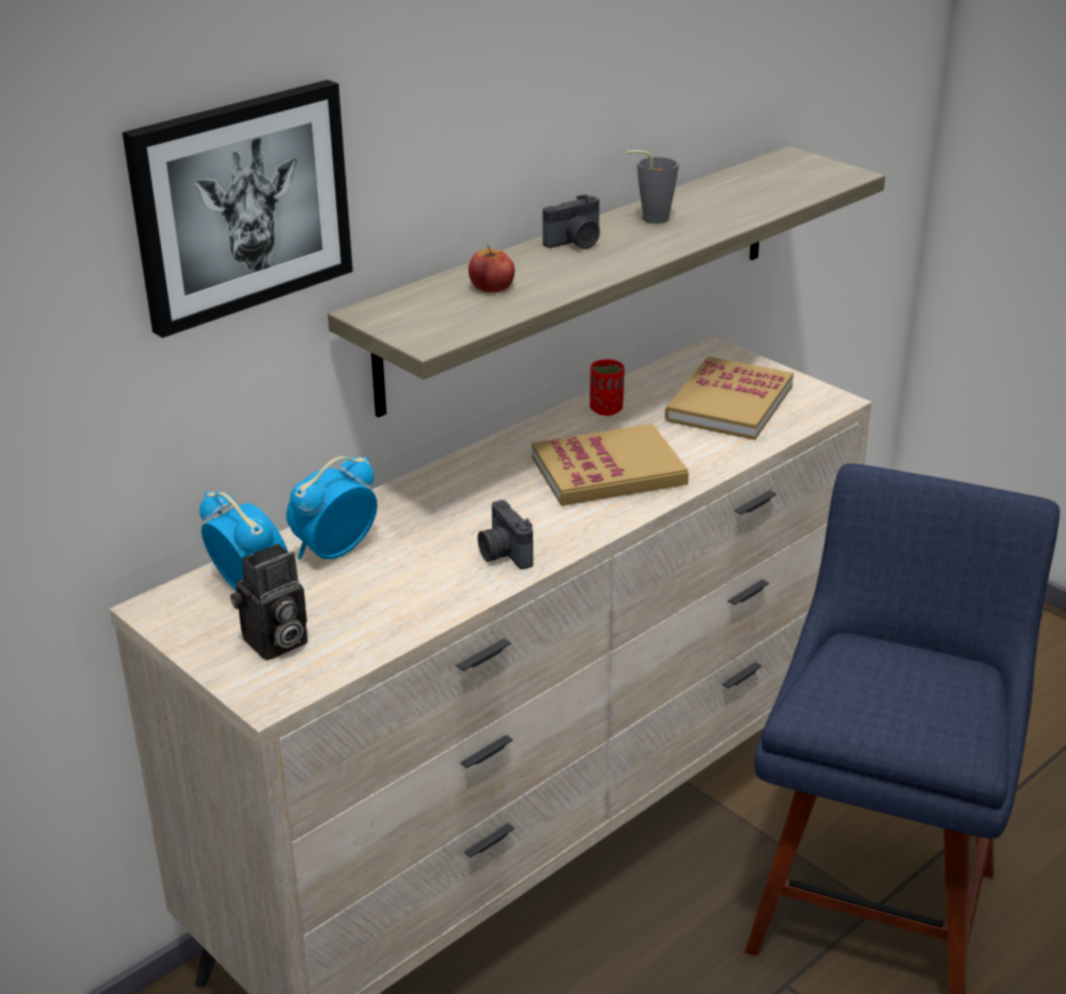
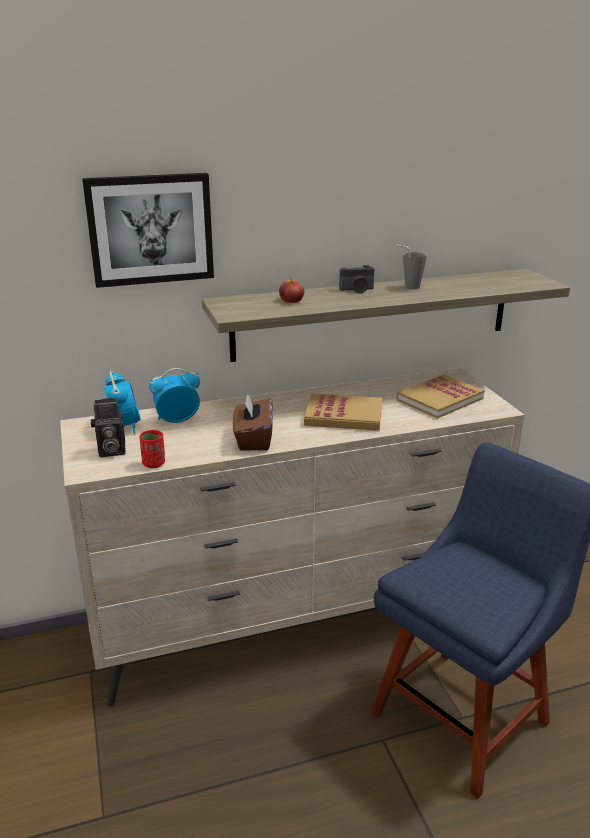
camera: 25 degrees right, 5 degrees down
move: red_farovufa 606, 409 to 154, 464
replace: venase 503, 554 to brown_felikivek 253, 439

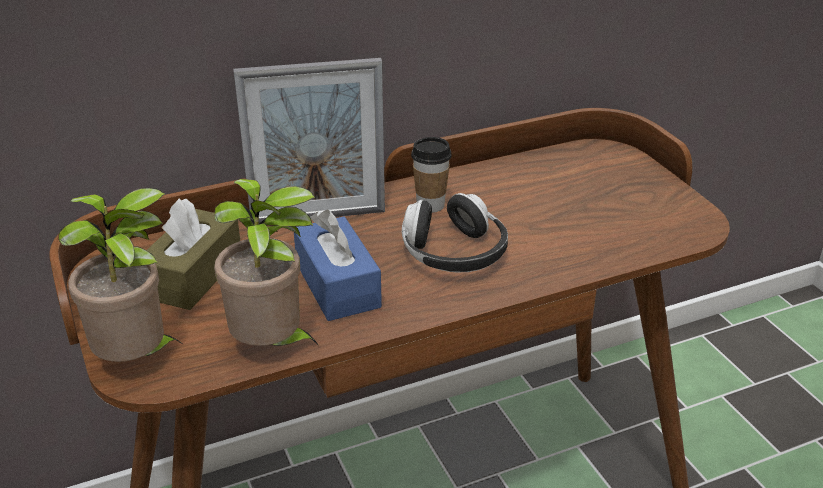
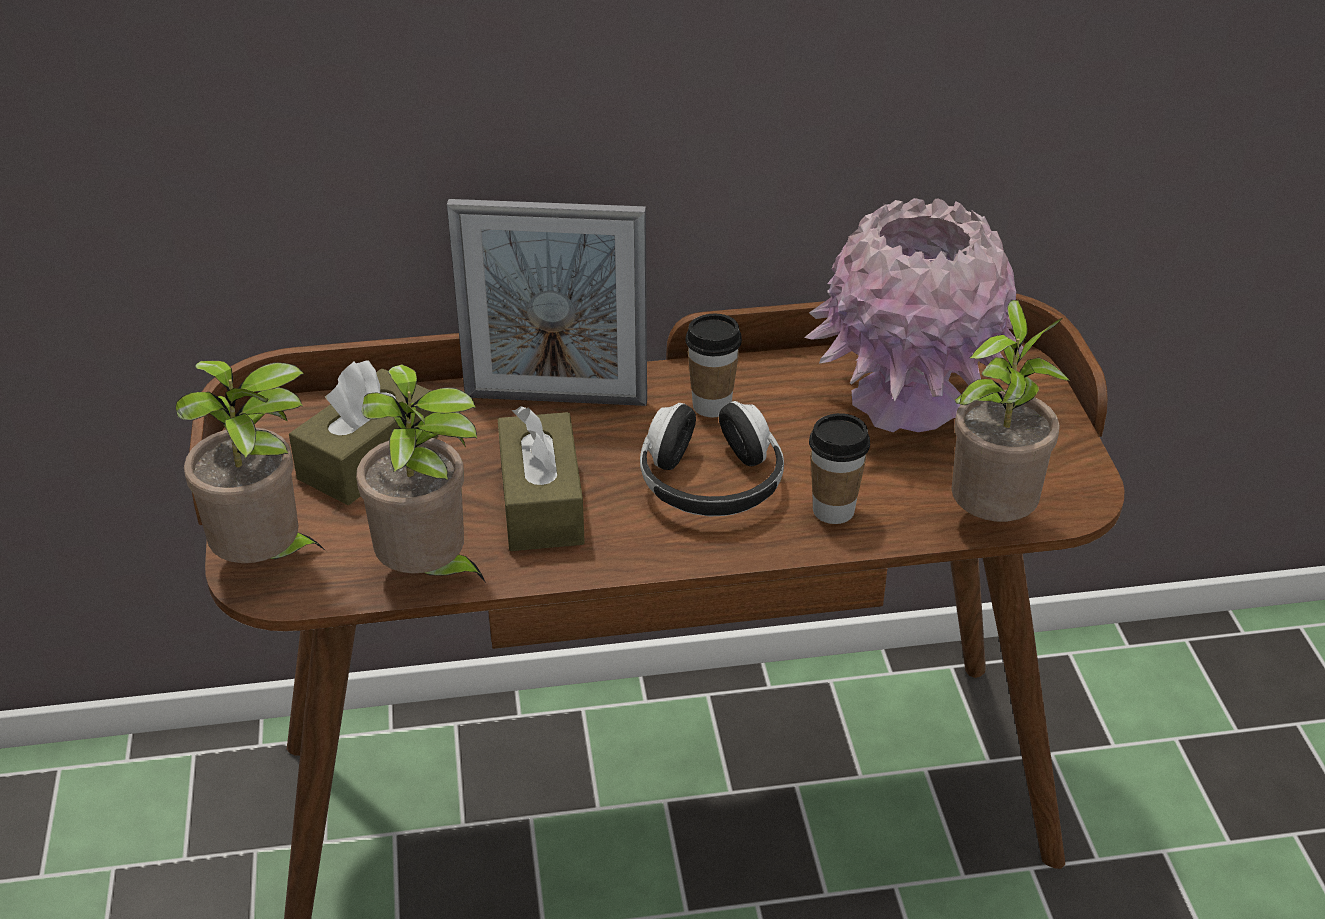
camera: 15 degrees right, 5 degrees up
insert: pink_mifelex 908, 402; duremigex 990, 518; farovufa 833, 510
recolor: blue_felikivek 337, 285 to brown_felikivek 541, 503

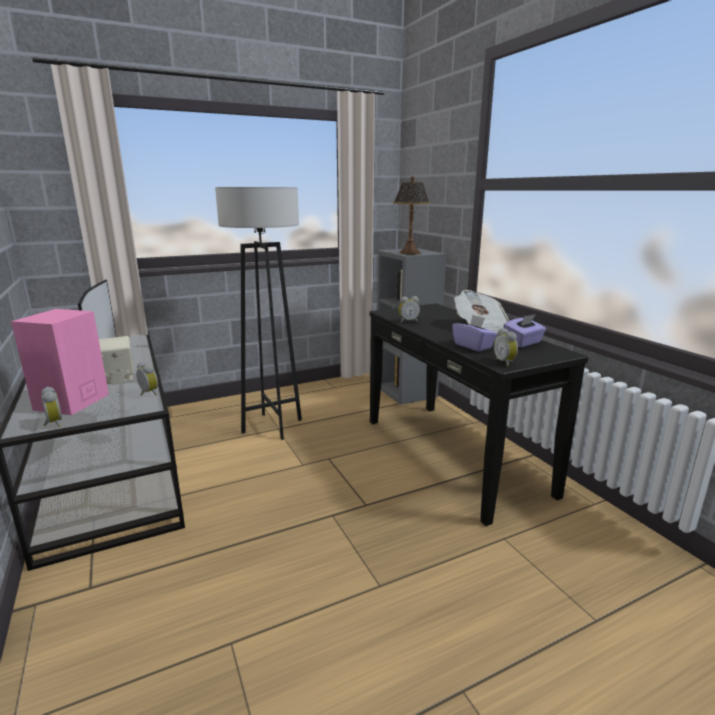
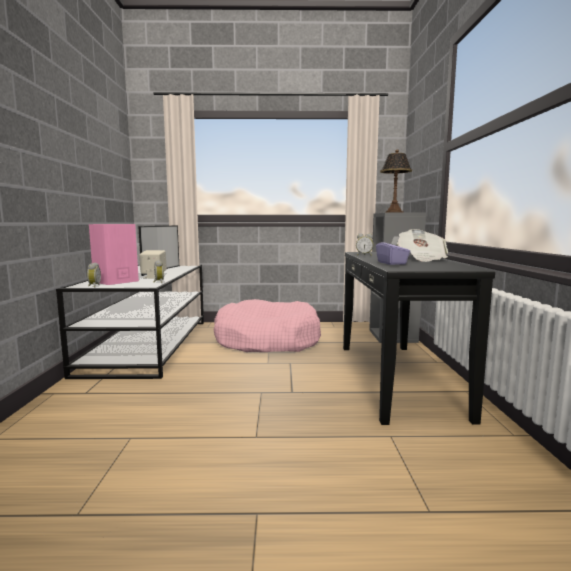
camera: 25 degrees right, 10 degrees down
delete: purple_felikivek 523, 343; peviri 505, 362
replace: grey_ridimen 272, 426 to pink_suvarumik 267, 340

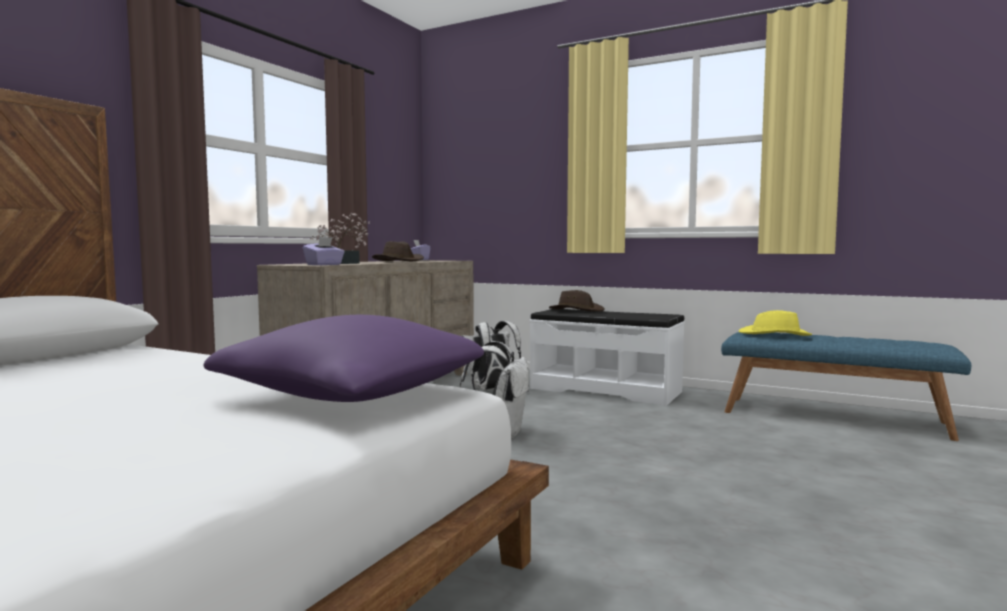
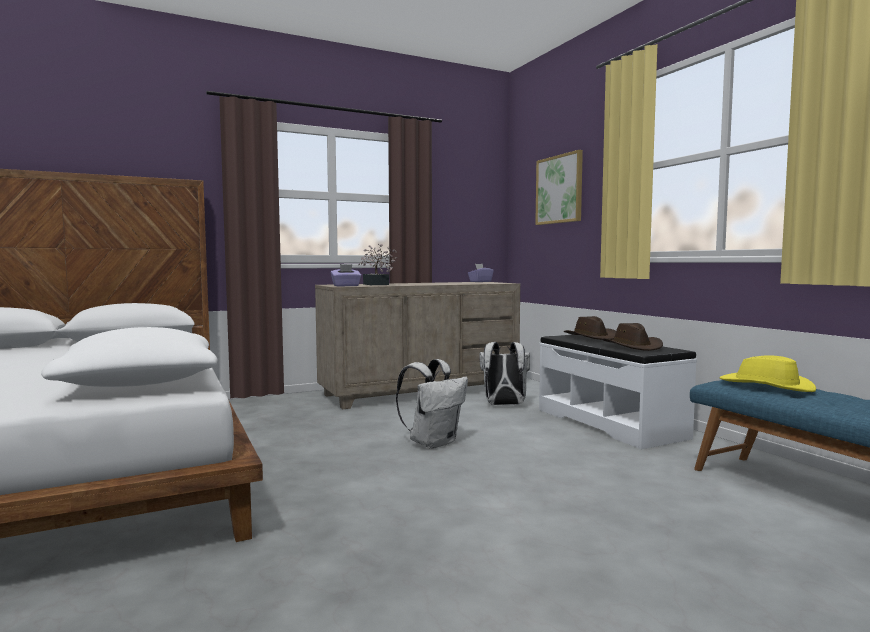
camera: 35 degrees right, 0 degrees up
insert: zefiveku 559, 189
move: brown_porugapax 399, 261 to 632, 347
recolor: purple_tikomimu 352, 394 to white_tikomimu 140, 382

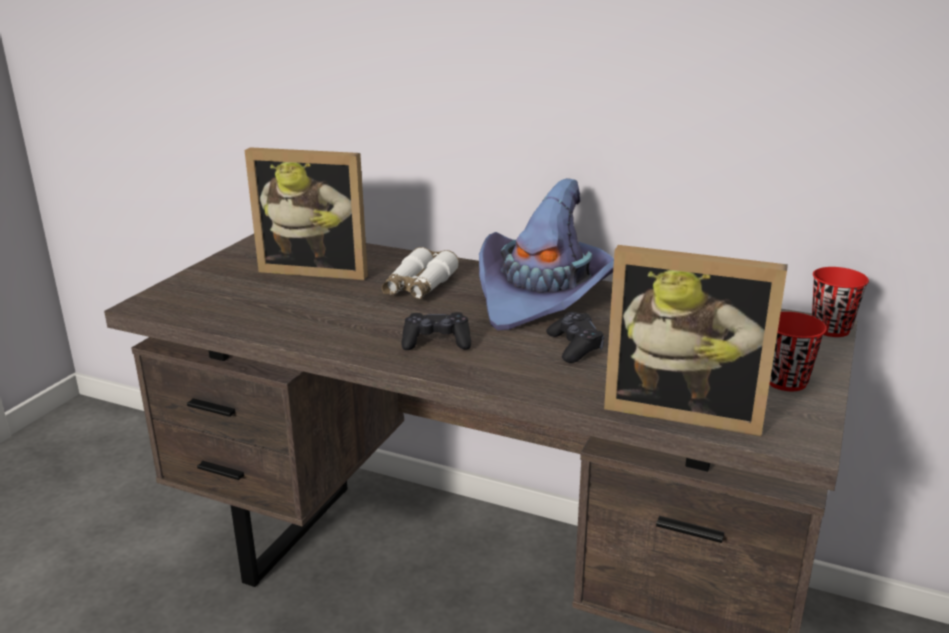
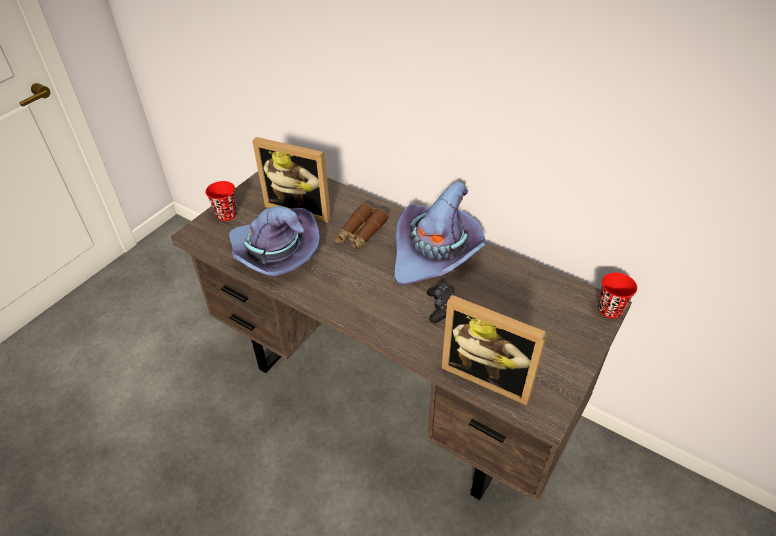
camera: 10 degrees right, 20 degrees up
delete: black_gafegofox 436, 342
insert: purple_porugapax 274, 254
move: red_farovufa 785, 381 to 226, 214
recolor: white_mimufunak 419, 286 to brown_mimufunak 360, 233

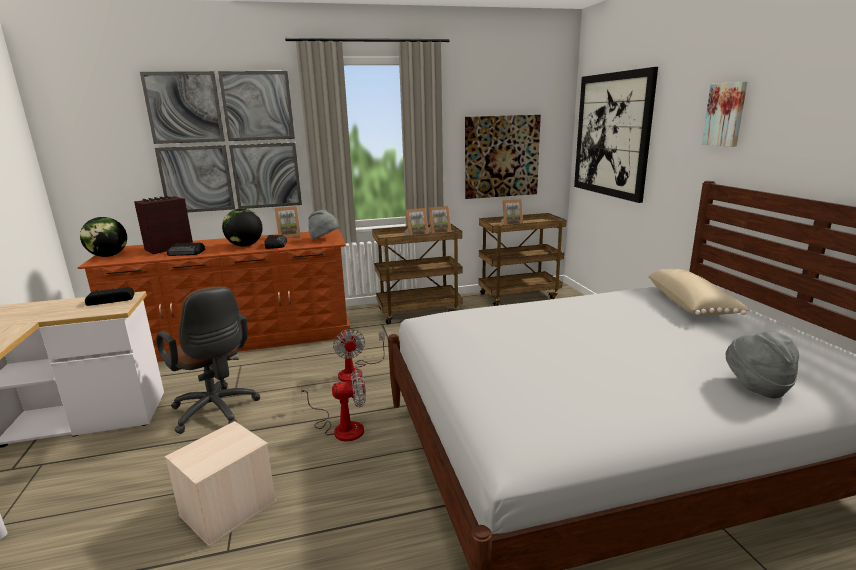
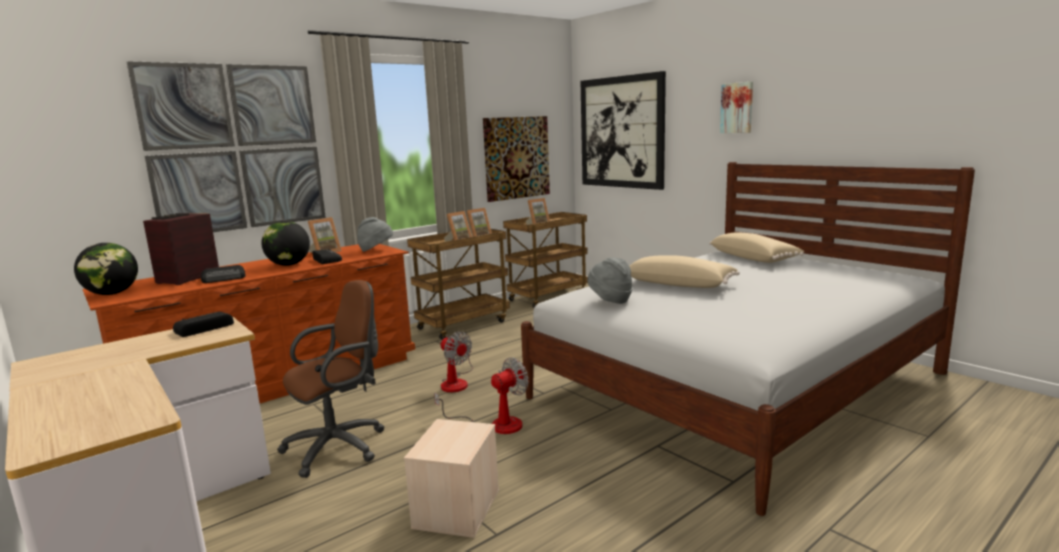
camera: 25 degrees left, 5 degrees down
insert: beige_tikomimu 680, 284
move: grey_porugapax 756, 387 to 610, 300
rotate: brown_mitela 217, 412 = 340, 446 60 degrees counterclockwise

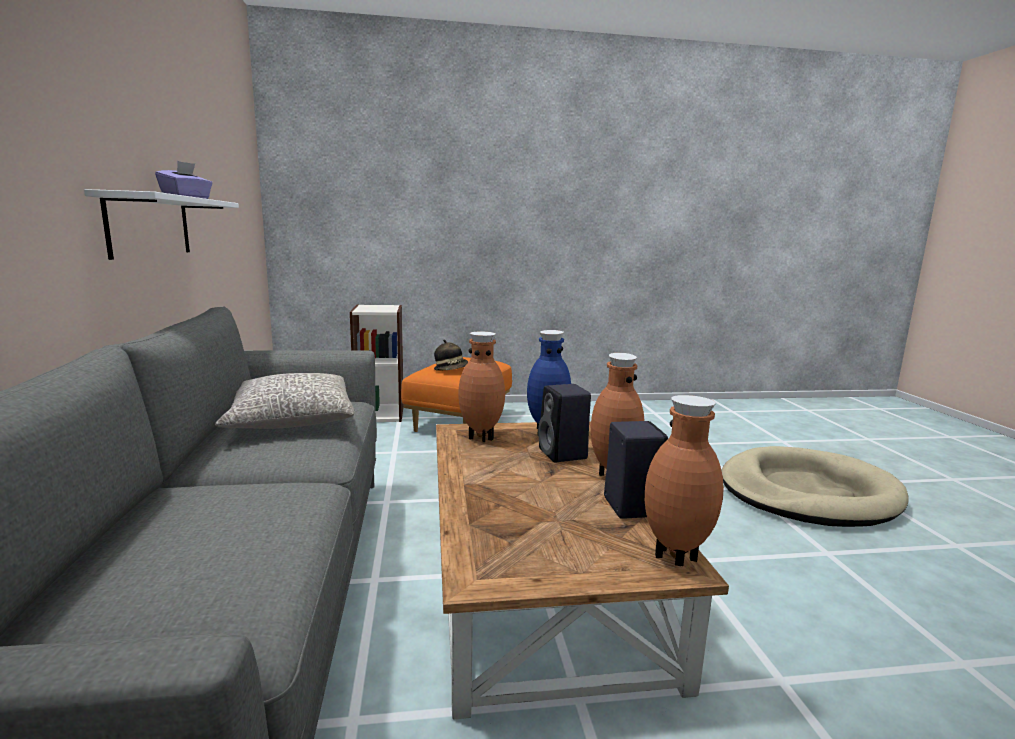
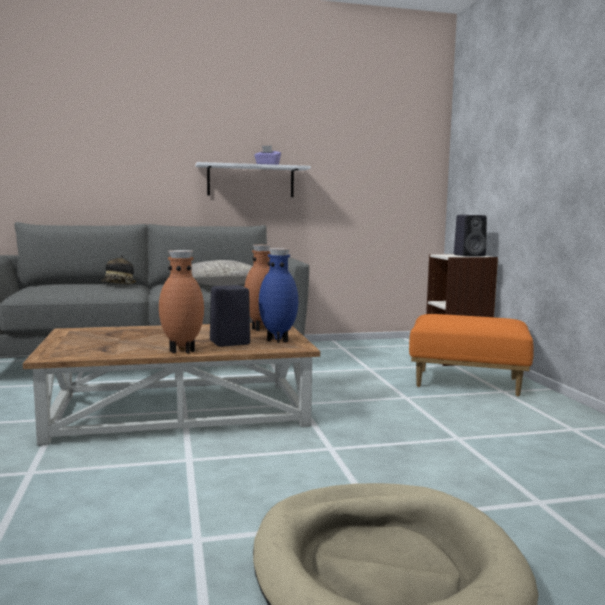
camera: 85 degrees right, 5 degrees down
delete: brown_mifelex 675, 558
move: porugapax 451, 370 to 118, 285; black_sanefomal 631, 505 to 470, 255

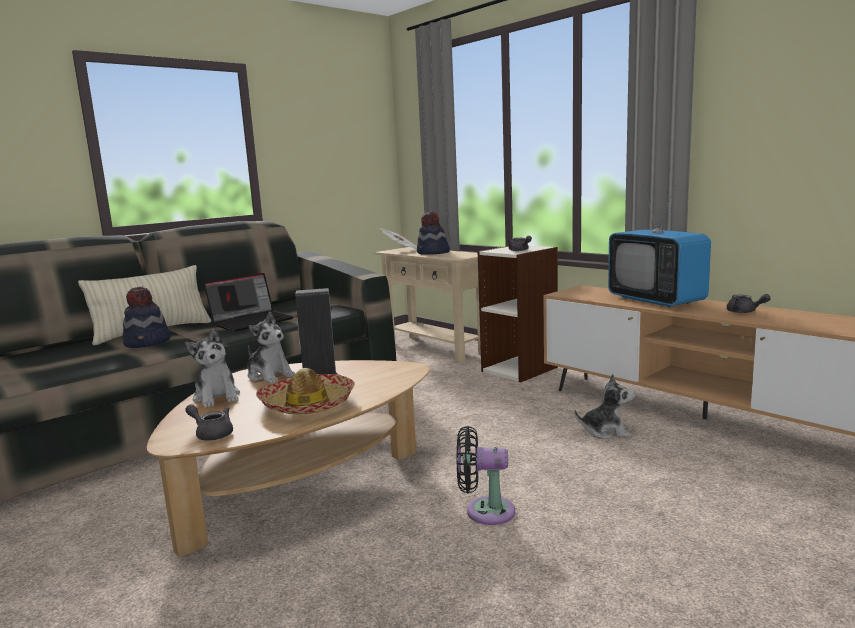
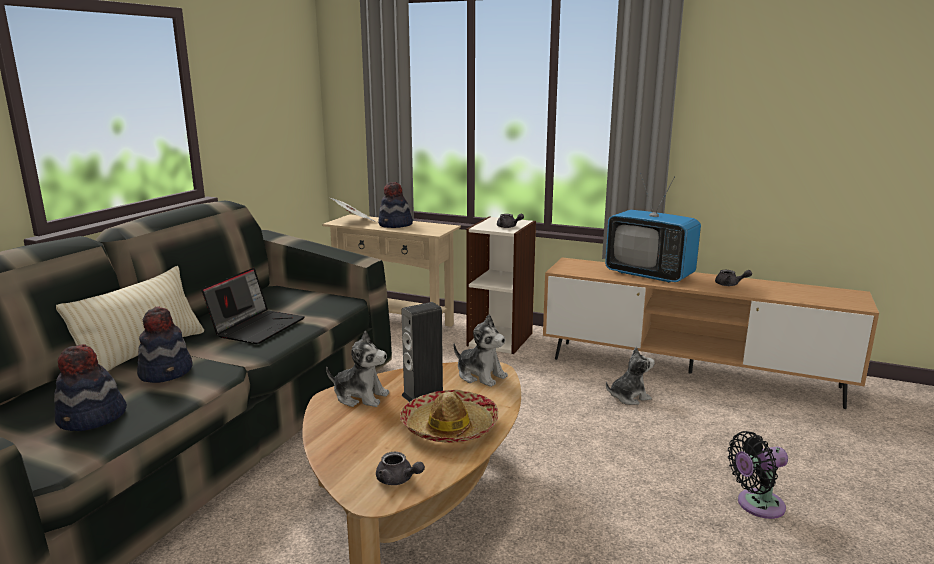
camera: 25 degrees left, 5 degrees up
insert: porugapax 92, 418
move: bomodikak 217, 397 to 480, 375; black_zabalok 485, 511 to 756, 505
rotate: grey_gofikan 212, 434 = 398, 480 150 degrees counterclockwise

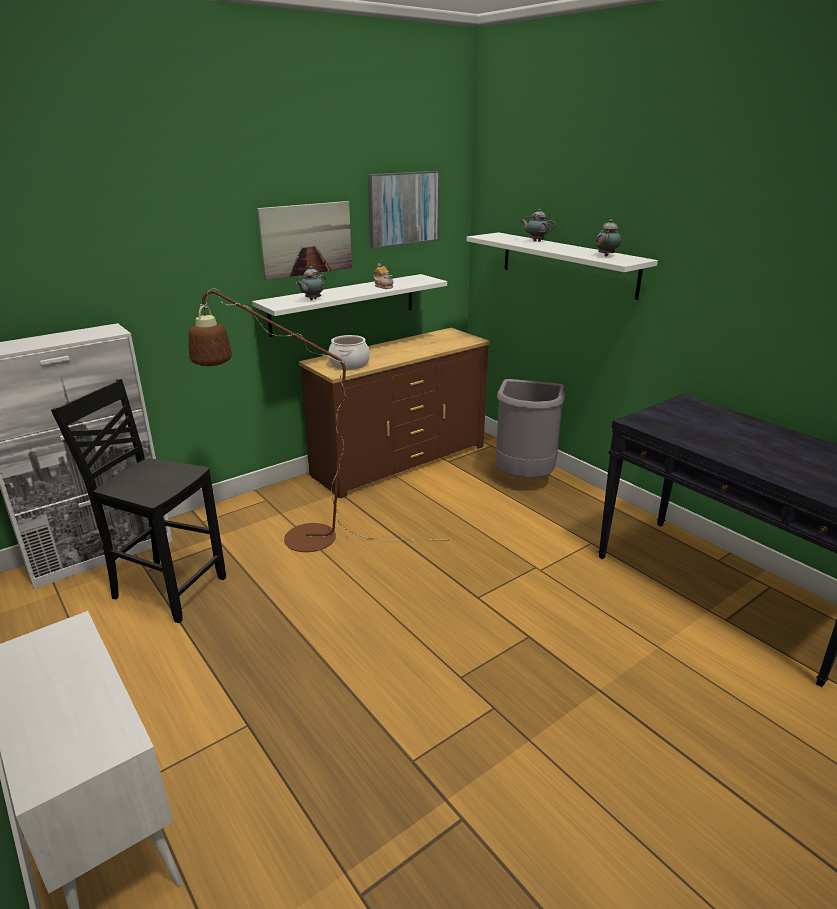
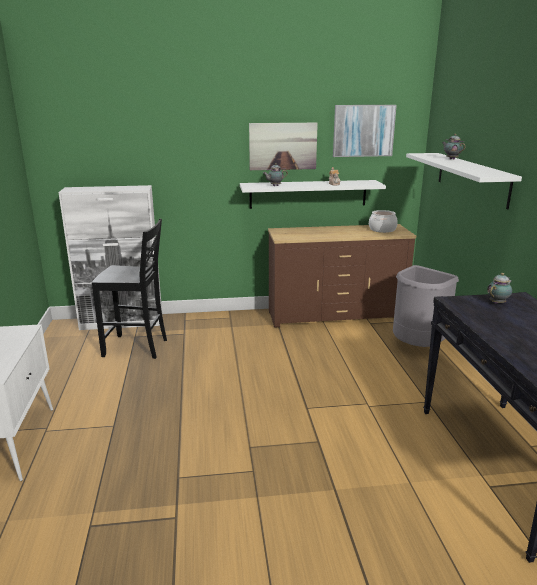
camera: 30 degrees right, 5 degrees down
delete: brown_ridimen 296, 537
move: gofikan 606, 255 to 498, 303; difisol 349, 364 to 382, 230
rotate: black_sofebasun 167, 588 = 137, 348 135 degrees clockwise

